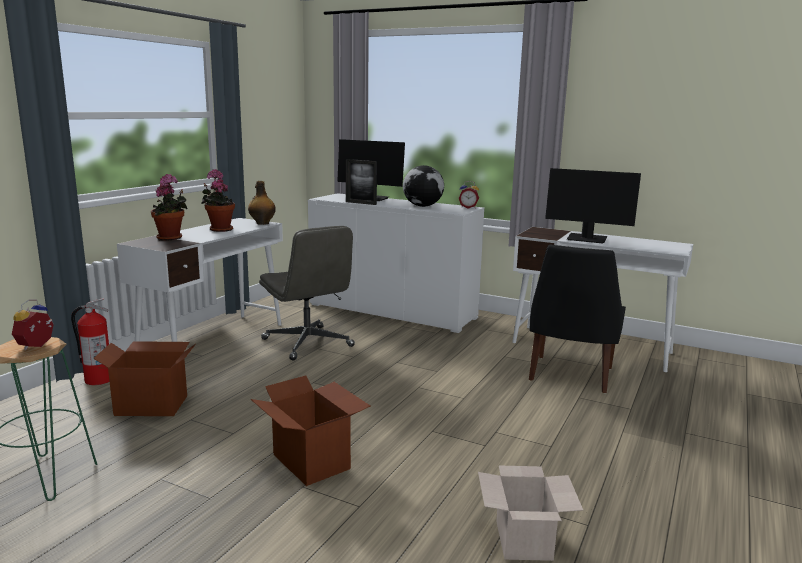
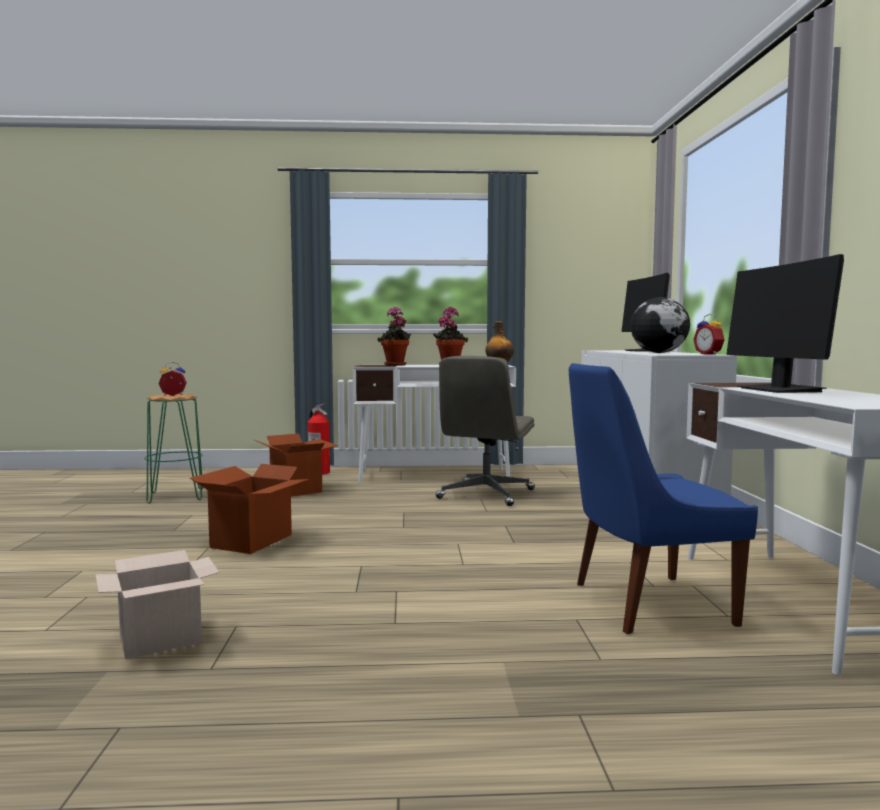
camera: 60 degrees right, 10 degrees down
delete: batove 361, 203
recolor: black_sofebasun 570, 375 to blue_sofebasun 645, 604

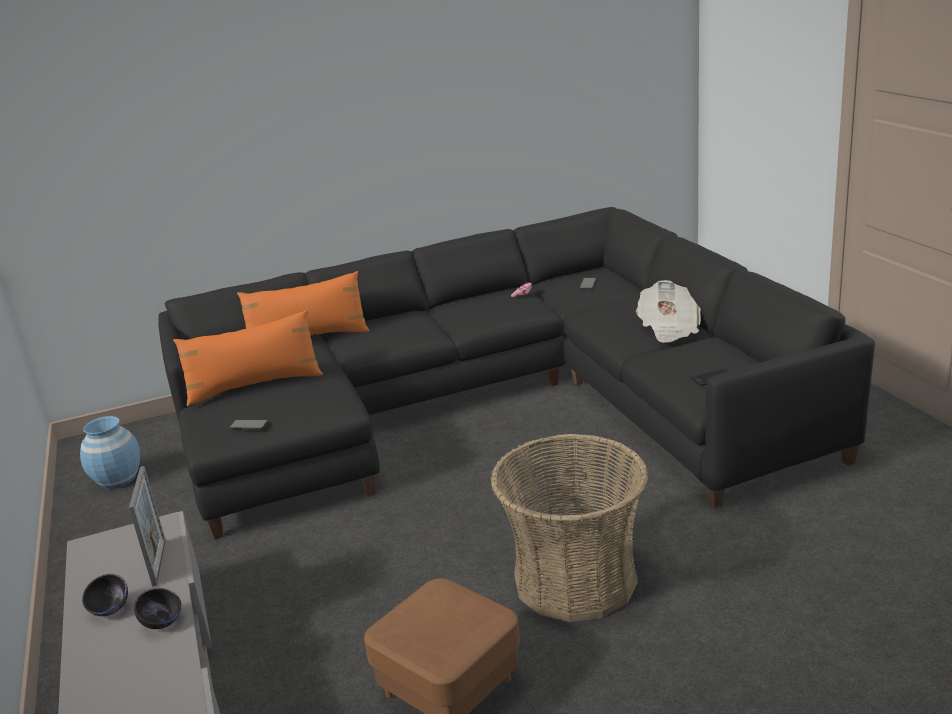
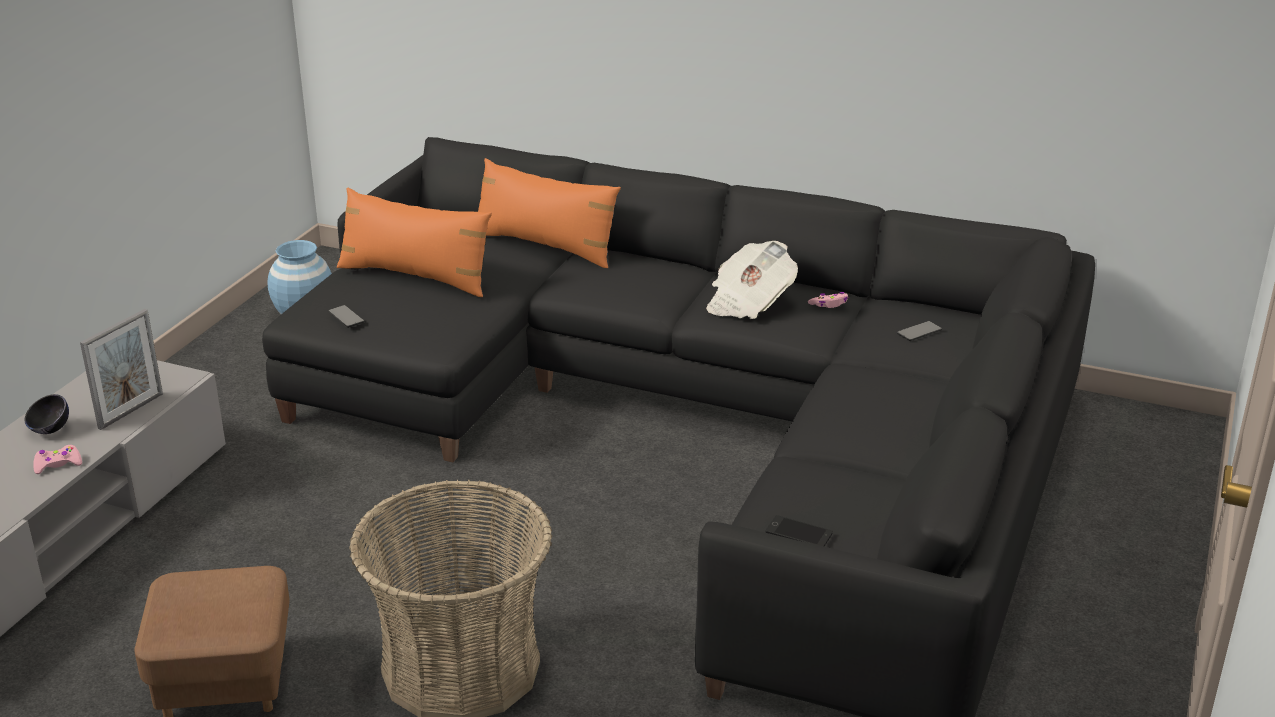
camera: 40 degrees right, 5 degrees up
move: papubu 669, 328 to 748, 302
replace: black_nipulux 162, 623 to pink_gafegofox 58, 464

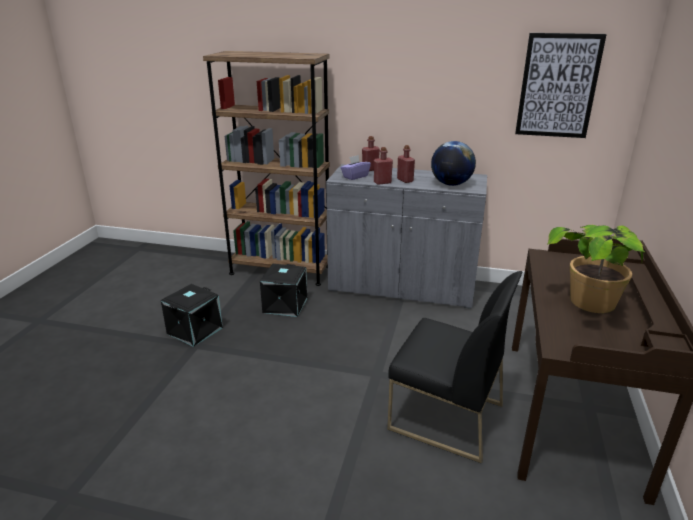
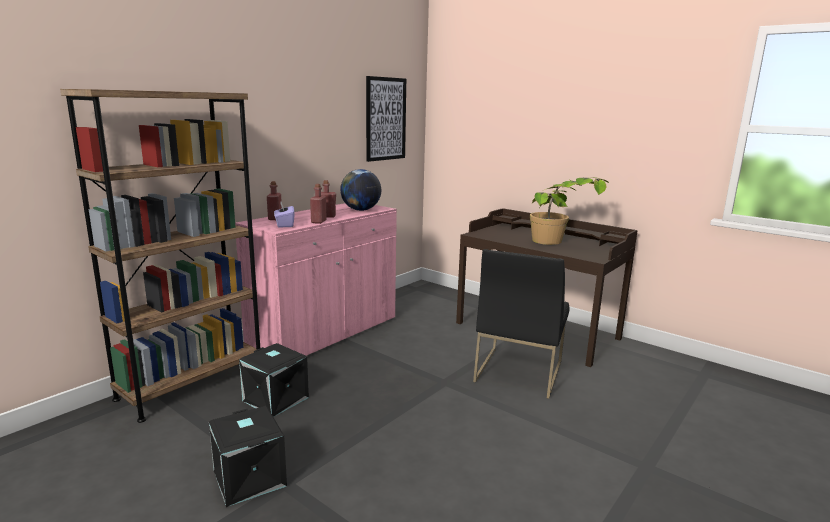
camera: 65 degrees left, 10 degrees down
recolor: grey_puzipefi 402, 287 to pink_puzipefi 325, 333
rotate: black_sofebasun 445, 417 = 518, 371 150 degrees clockwise

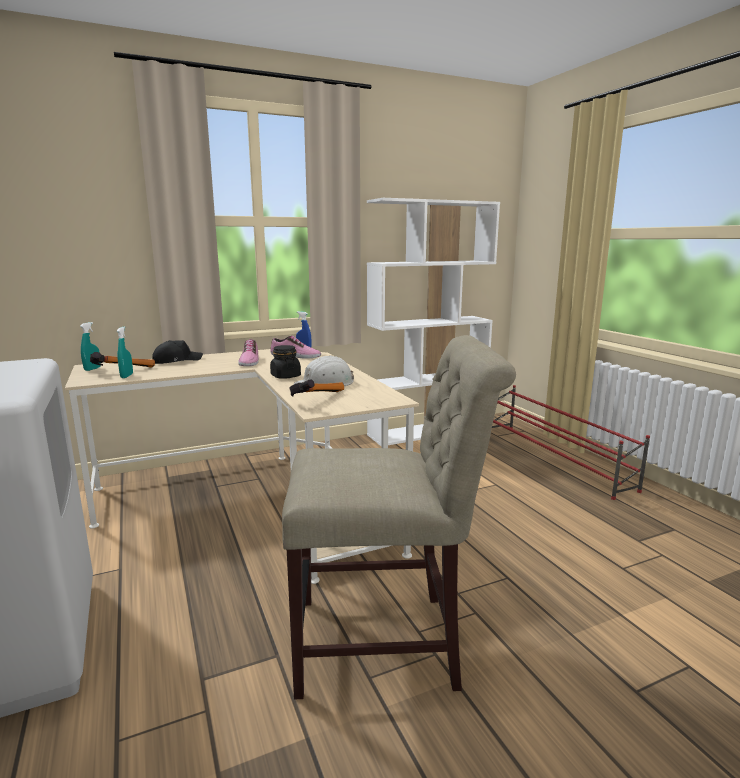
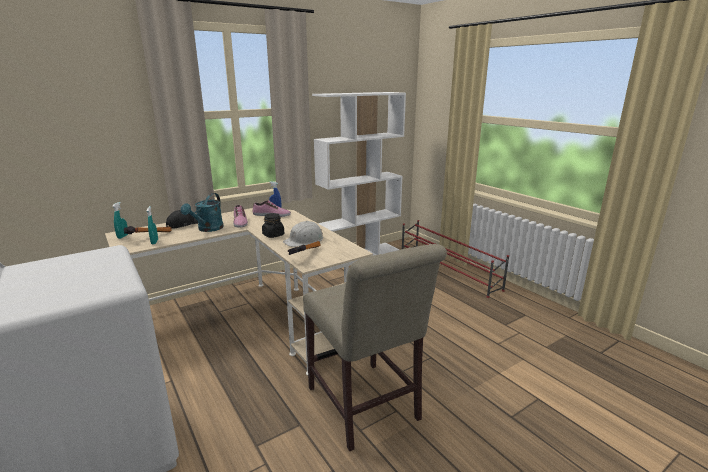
camera: 10 degrees left, 5 degrees up
insert: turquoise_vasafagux 208, 229
rotate: beige_sofebasun 386, 642 = 365, 407 75 degrees clockwise

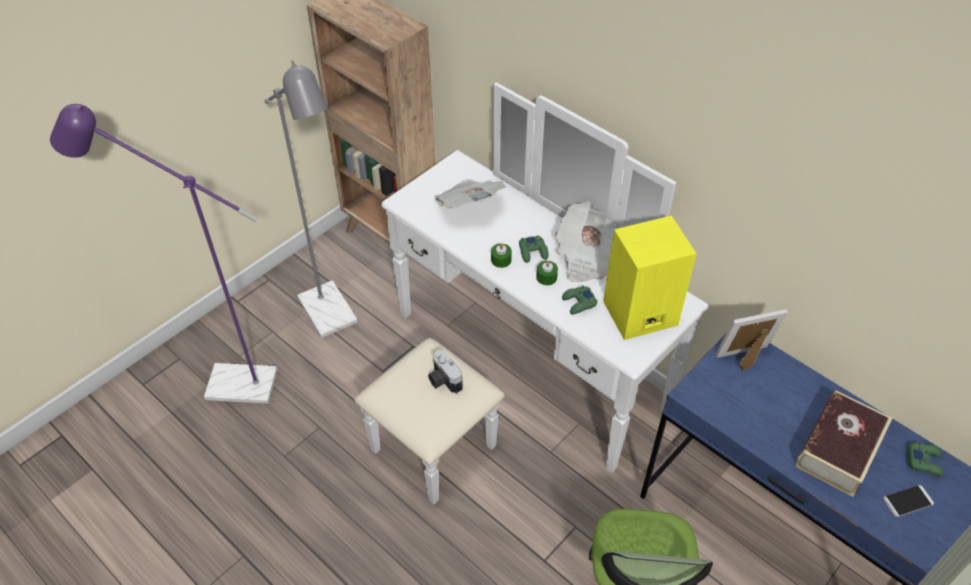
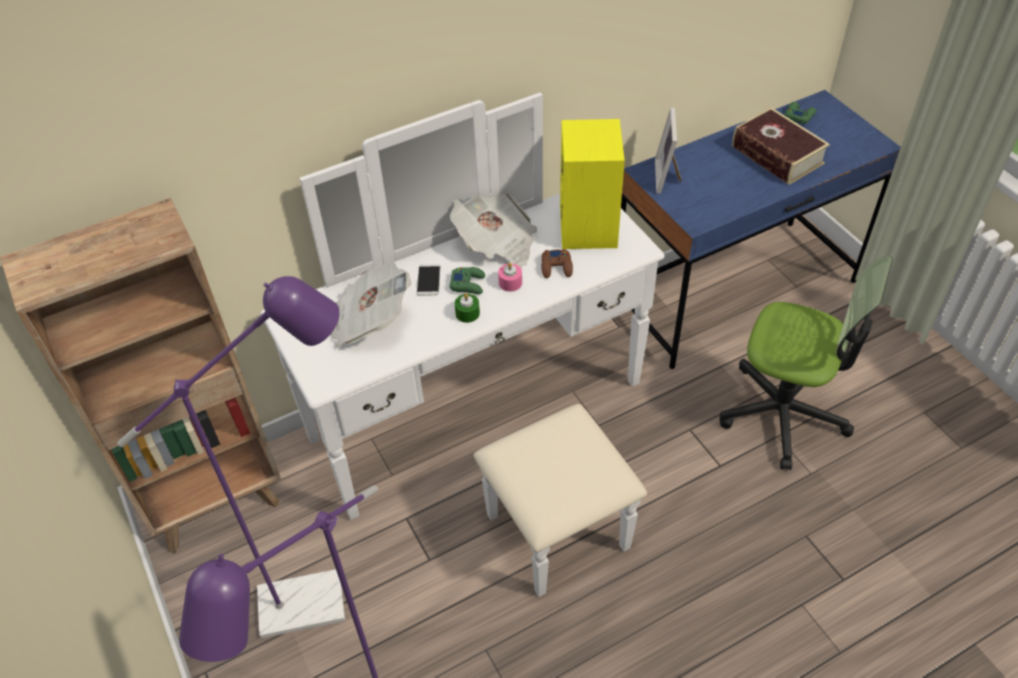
camera: 70 degrees left, 0 degrees up
delete: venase 443, 380
move: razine 907, 501 to 428, 280
recolor: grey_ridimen 333, 318 to purple_ridimen 319, 600; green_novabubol 546, 277 to pink_novabubol 510, 282; green_gafegofox 579, 303 to brown_gafegofox 556, 267

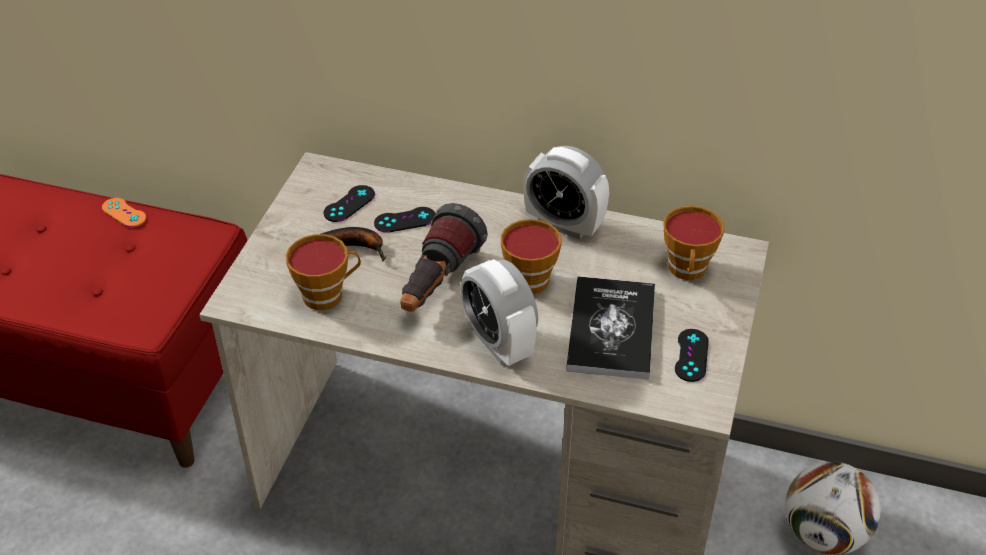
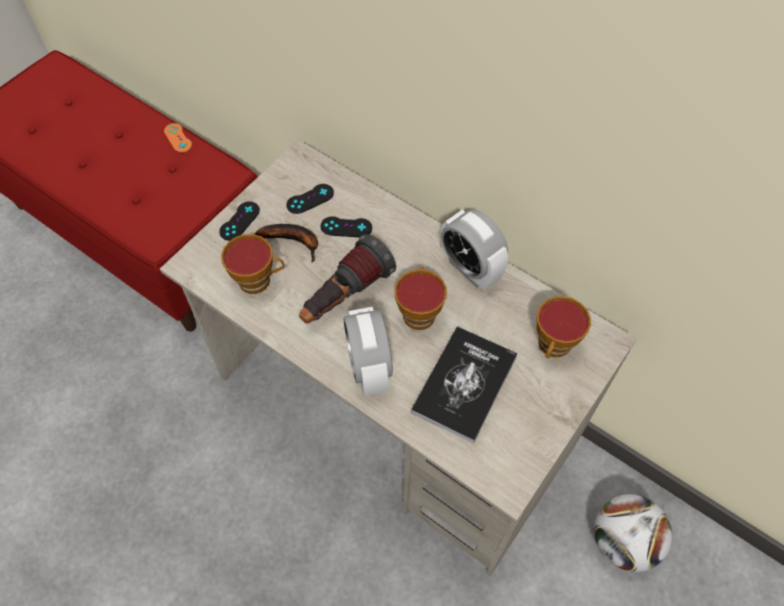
camera: 20 degrees right, 15 degrees up
move: black_gafegofox 691, 355 to 239, 221

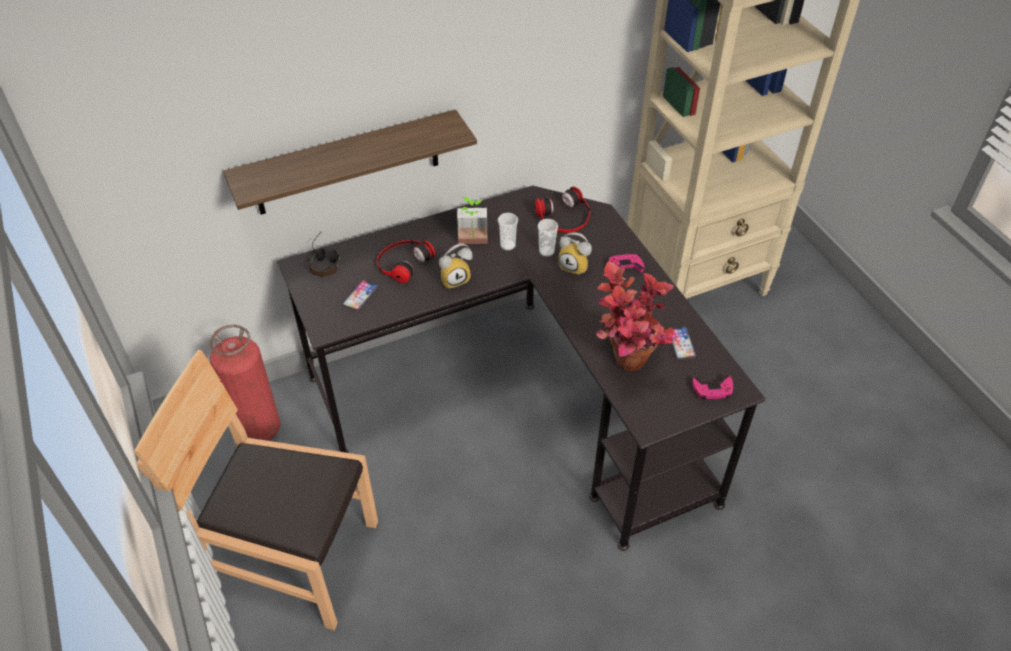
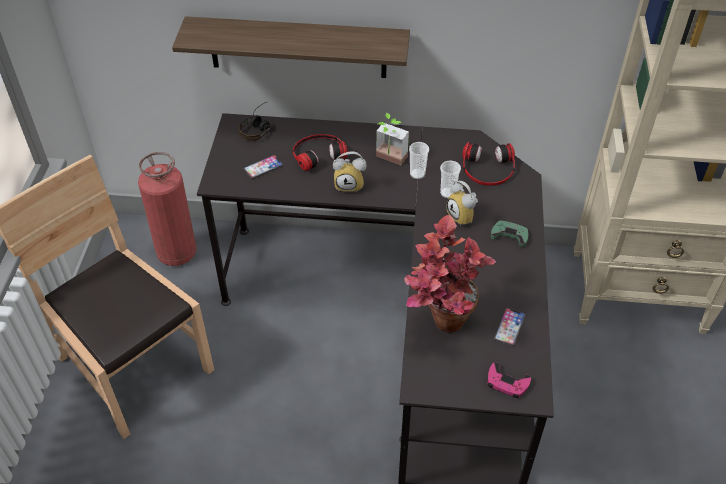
camera: 30 degrees right, 0 degrees up
recolor: pink_gafegofox 624, 266 to green_gafegofox 510, 235

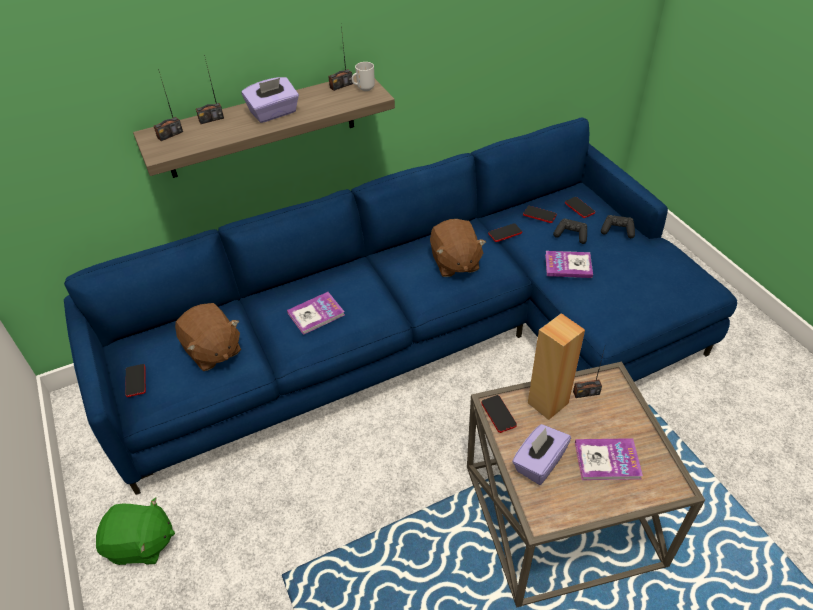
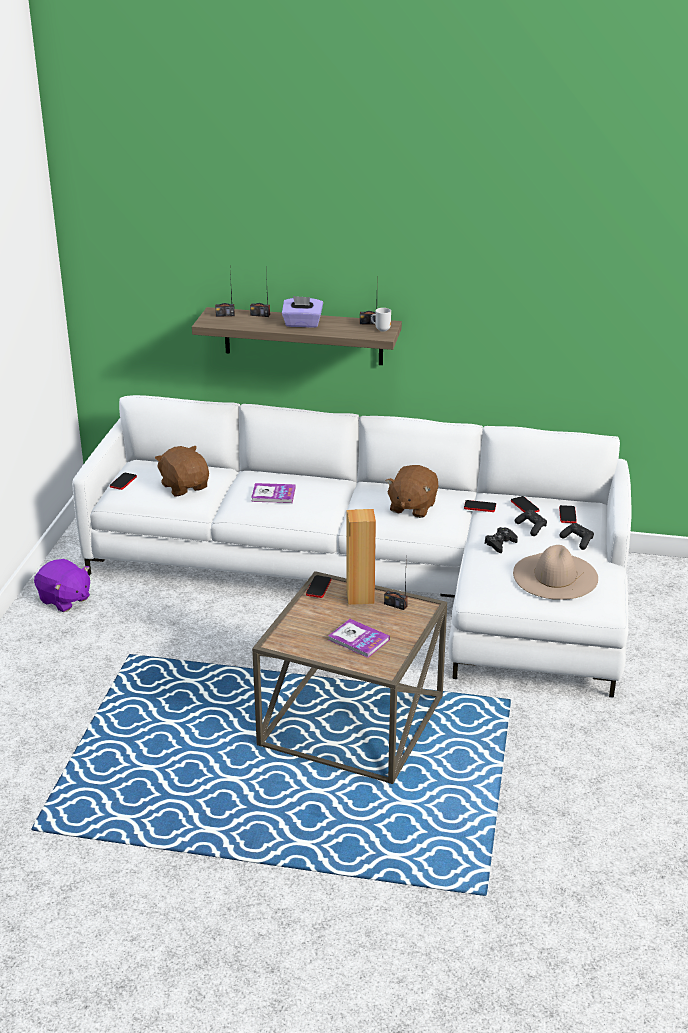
camera: 35 degrees right, 15 degrees down
delete: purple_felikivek 538, 463
insert: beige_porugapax 555, 575
replace: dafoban 568, 265 to black_gafegofox 500, 544
recolor: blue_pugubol 423, 338 to white_pugubol 379, 580; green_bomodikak 141, 544 to purple_bomodikak 64, 600
rotate: brown_bomodikak 212, 351 = 185, 486 150 degrees clockwise

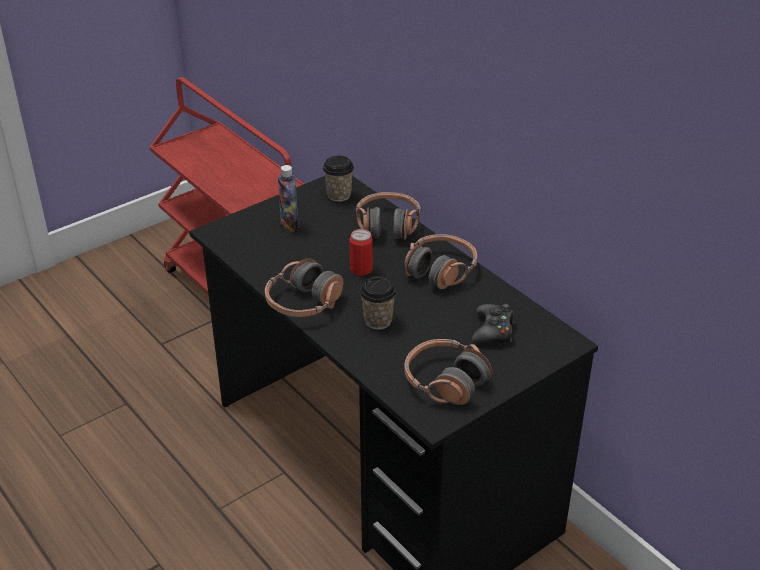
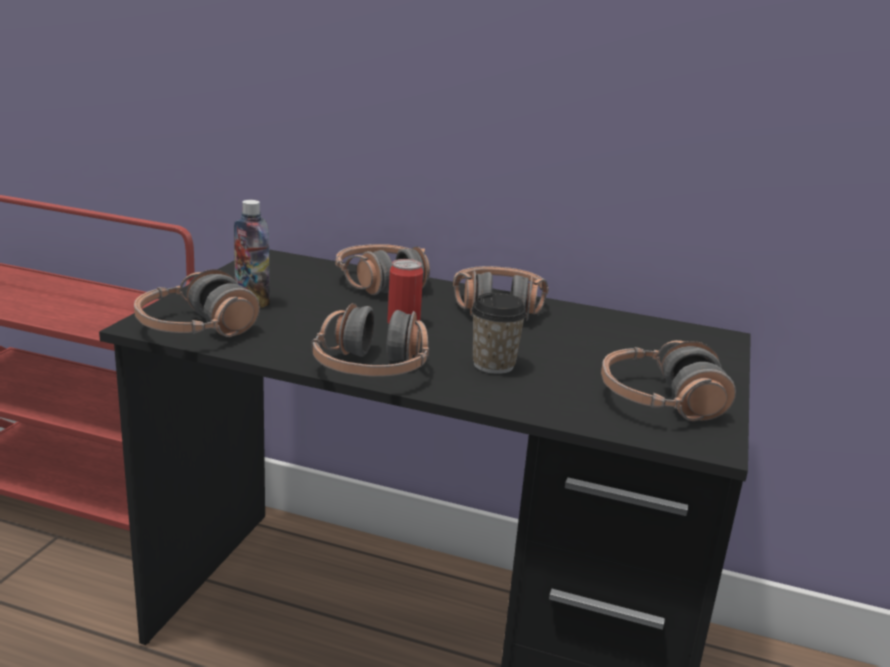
camera: 35 degrees left, 15 degrees down
delete: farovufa 339, 195; black_gafegofox 493, 331
insert: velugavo 196, 329

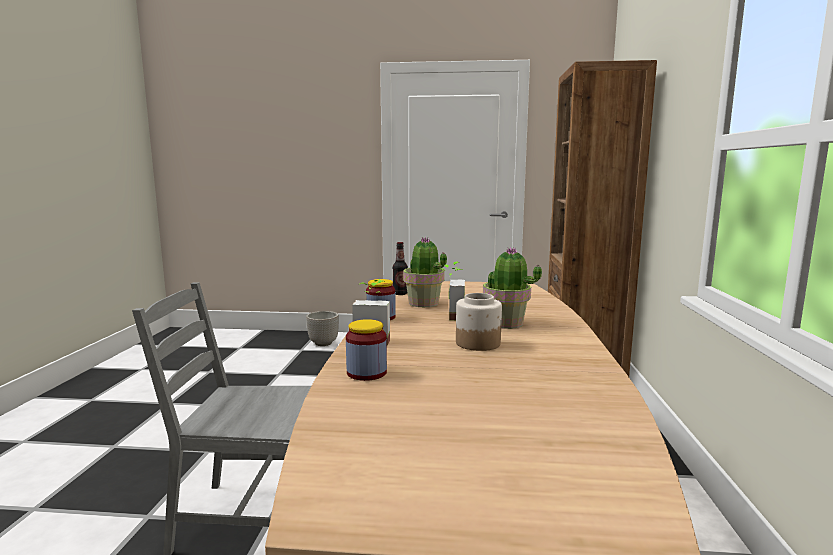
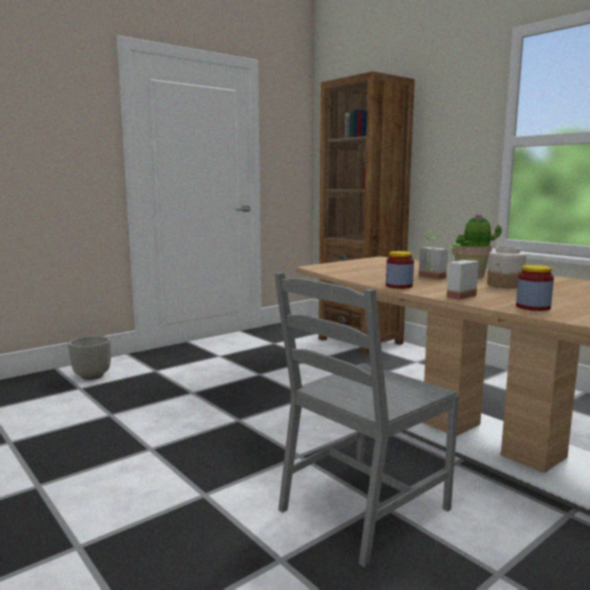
camera: 45 degrees left, 0 degrees up
delete: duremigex 423, 303; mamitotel 400, 294

